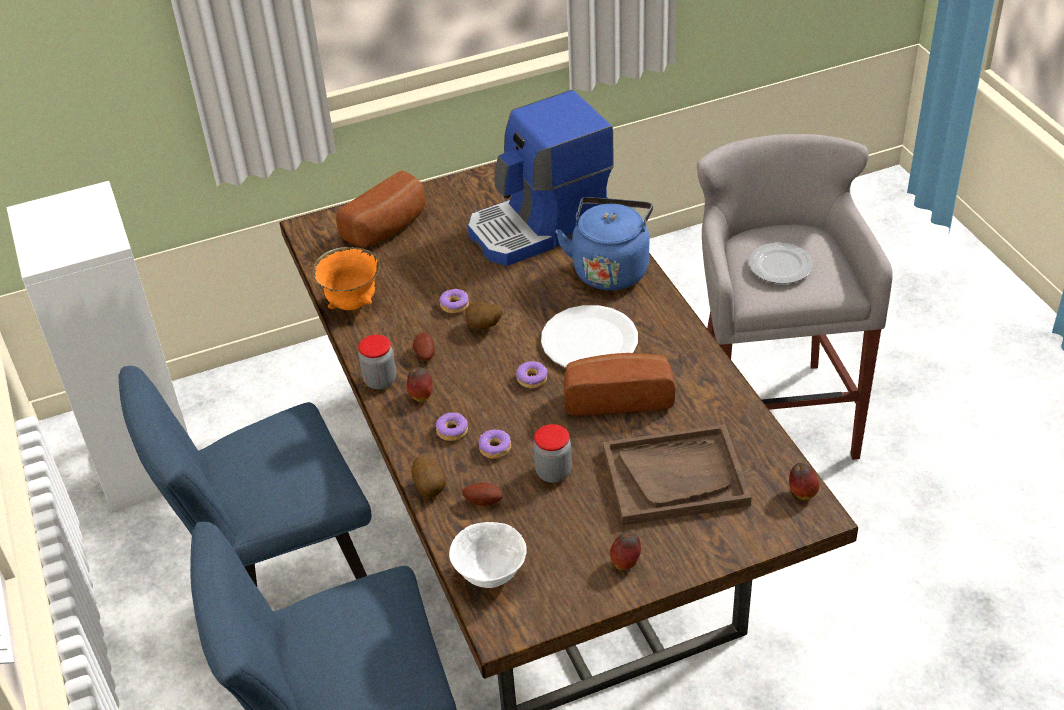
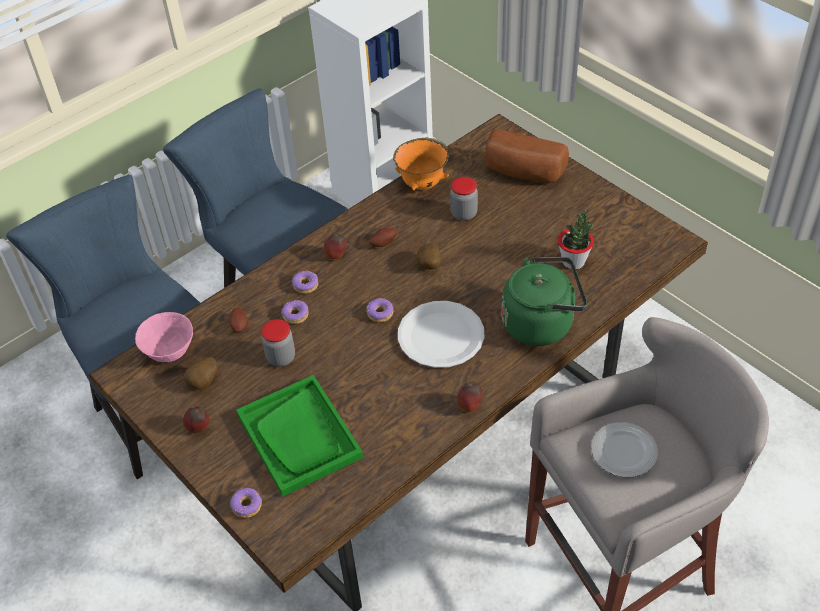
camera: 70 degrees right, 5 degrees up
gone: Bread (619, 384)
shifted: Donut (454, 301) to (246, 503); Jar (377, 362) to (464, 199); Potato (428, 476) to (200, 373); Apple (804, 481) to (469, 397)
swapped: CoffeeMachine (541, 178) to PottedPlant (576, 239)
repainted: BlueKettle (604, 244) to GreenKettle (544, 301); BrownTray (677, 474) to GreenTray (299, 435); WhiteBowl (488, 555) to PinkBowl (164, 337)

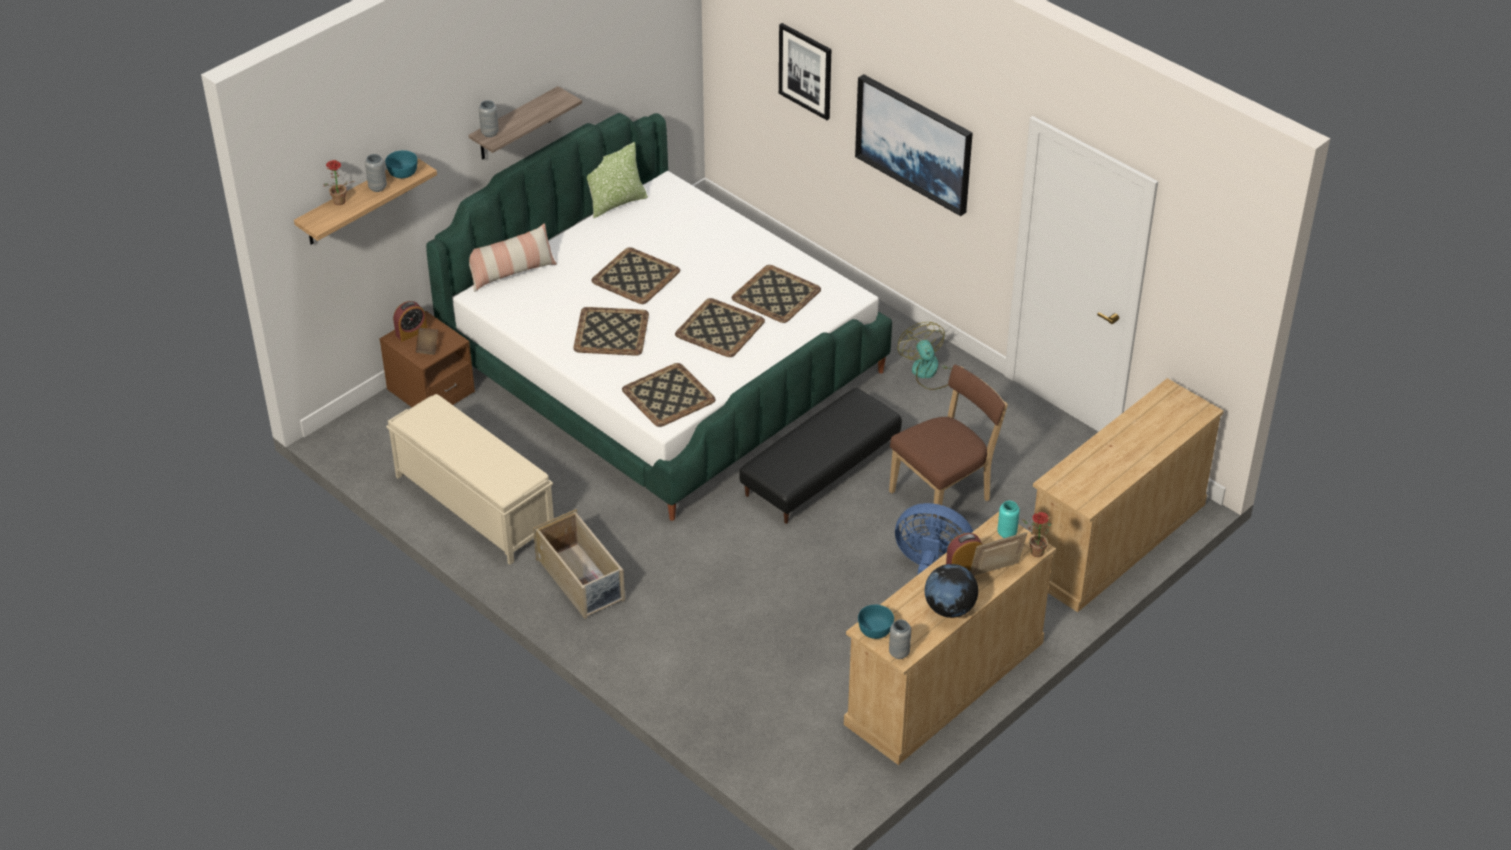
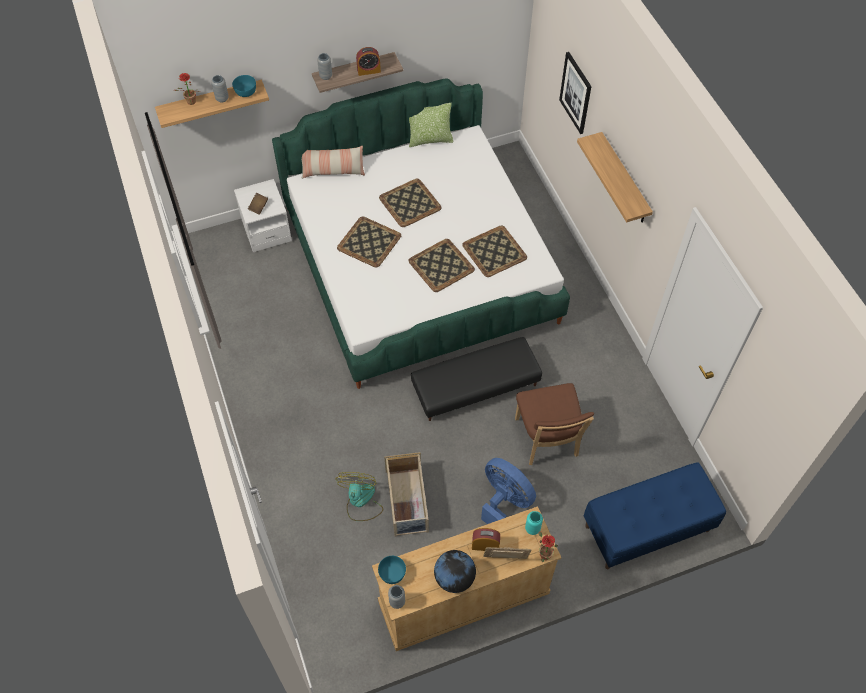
camera: 25 degrees right, 15 degrees up
gone: Tray (668, 395); BeigeBench (470, 479)
shifted: AlarmClock (410, 321) to (368, 61); Fan (925, 356) to (359, 496); BeigeStorageBox (579, 564) to (406, 494)
swapped: Picture (914, 145) to Shelf (615, 177); BeigeDresser (1128, 495) to BlueBench (655, 515)
repainted: BrownNightstand (427, 359) to WhiteNightstand (263, 215)
rotated: BrownChair (948, 442) = (554, 424) 90 degrees clockwise

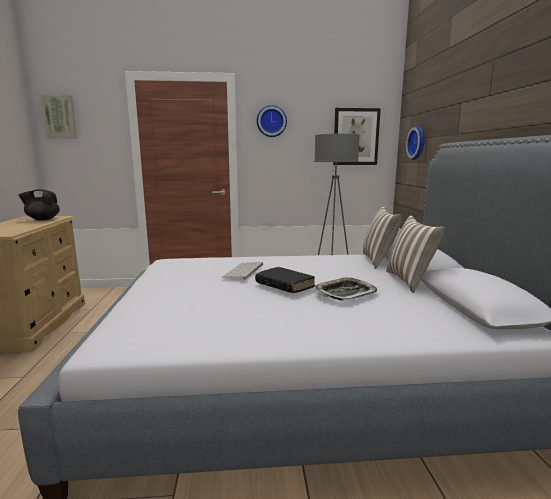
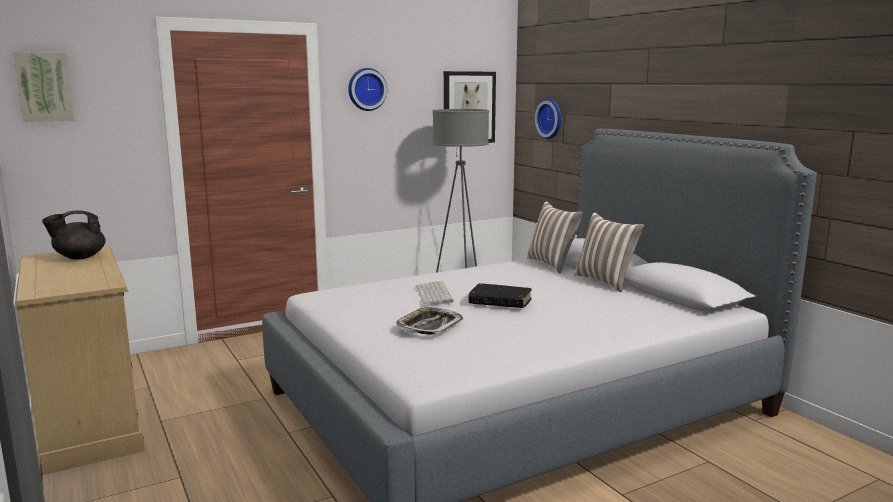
camera: 25 degrees left, 0 degrees up
shifted: Tray (346, 289) to (429, 321)

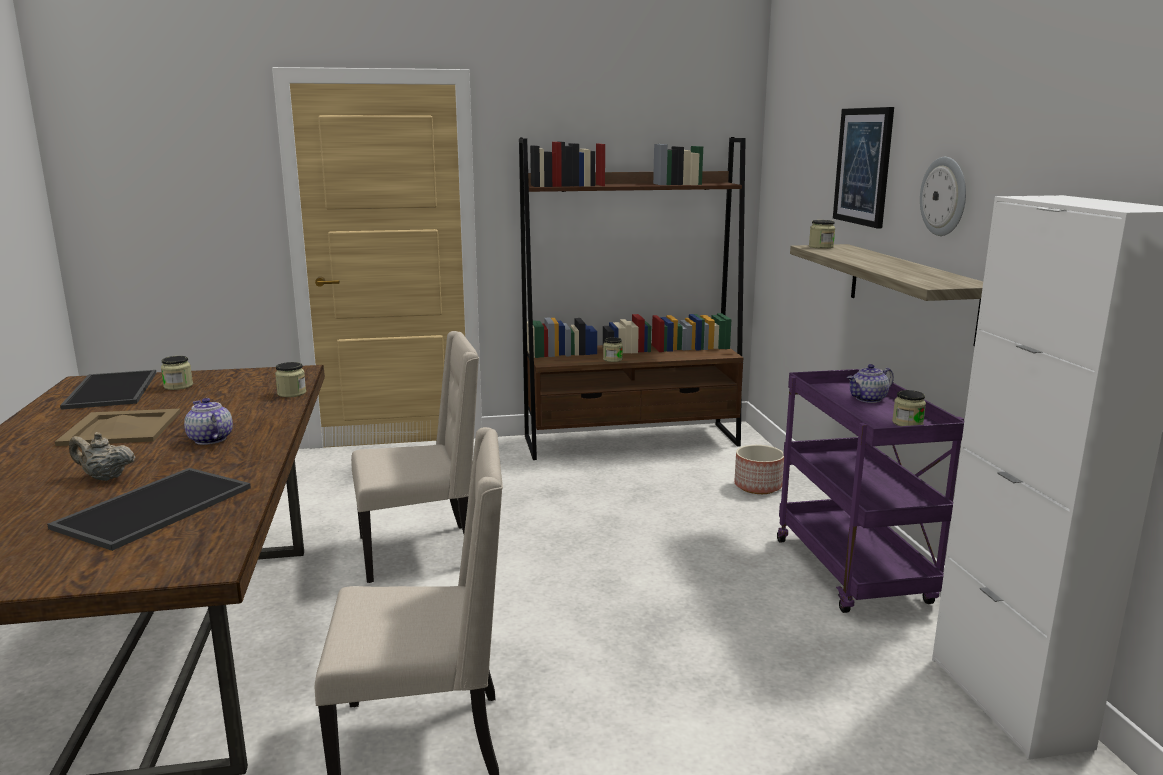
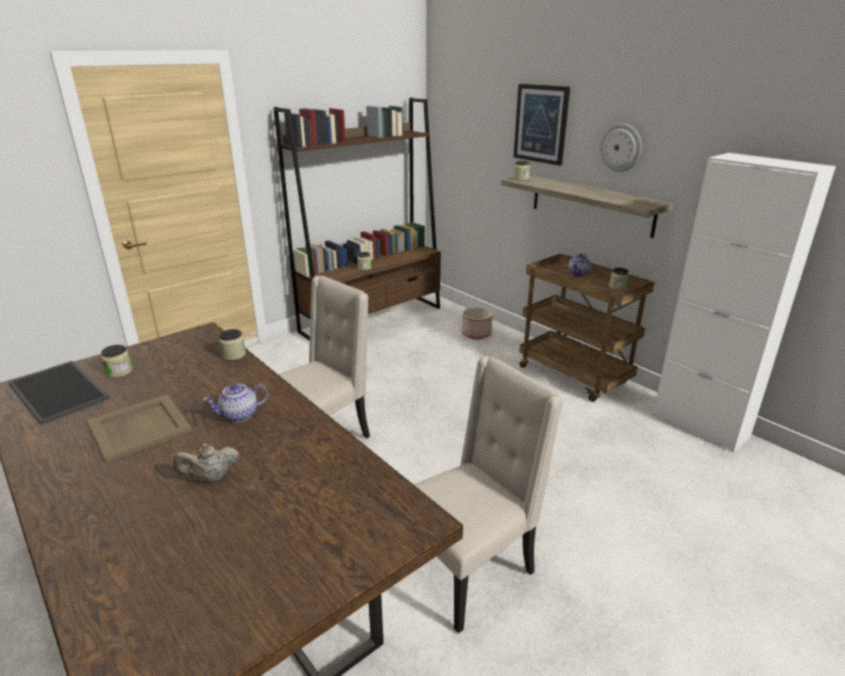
camera: 30 degrees left, 10 degrees up
gone: Tray (149, 509)
repainted: PurpleCart (870, 491) to BrownCart (587, 328)
rotated: Teapot (208, 421) = (236, 402) 45 degrees counterclockwise

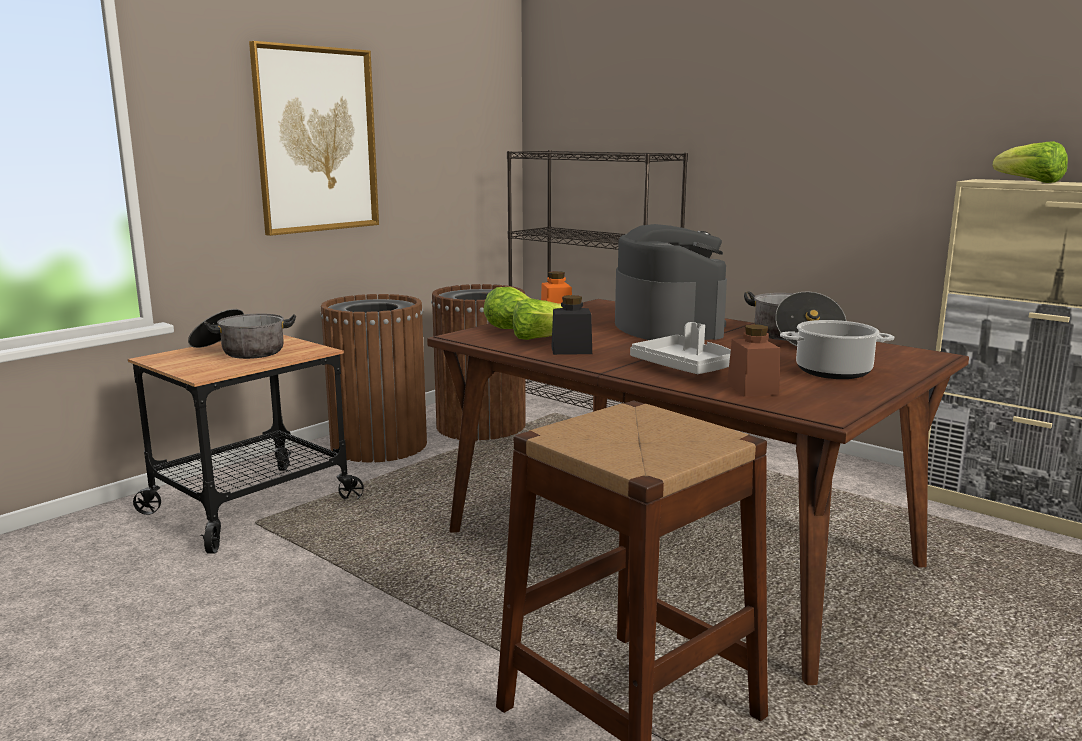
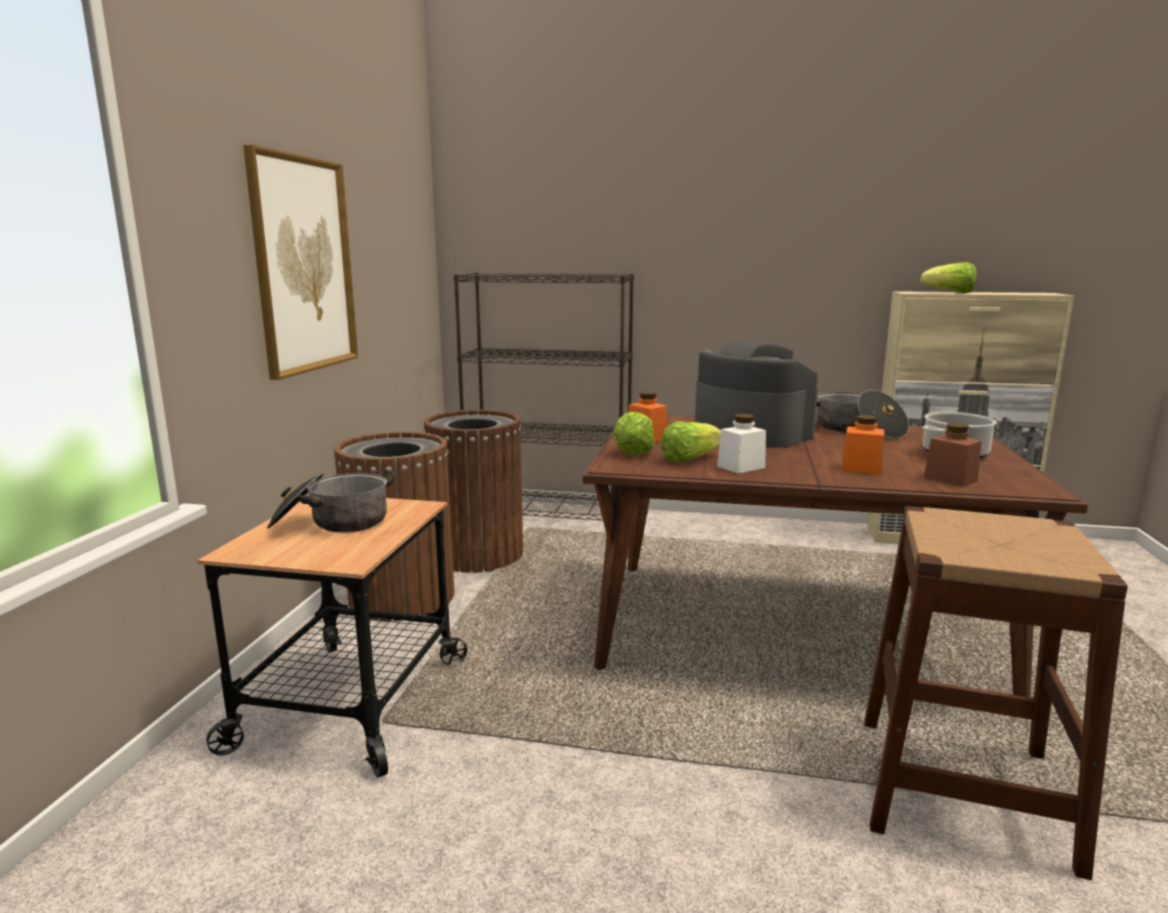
camera: 30 degrees left, 0 degrees up
swapped: GreyTray (680, 348) to OrangeJar (862, 445)
repainted: BlackJar (572, 325) to WhiteJar (741, 444)

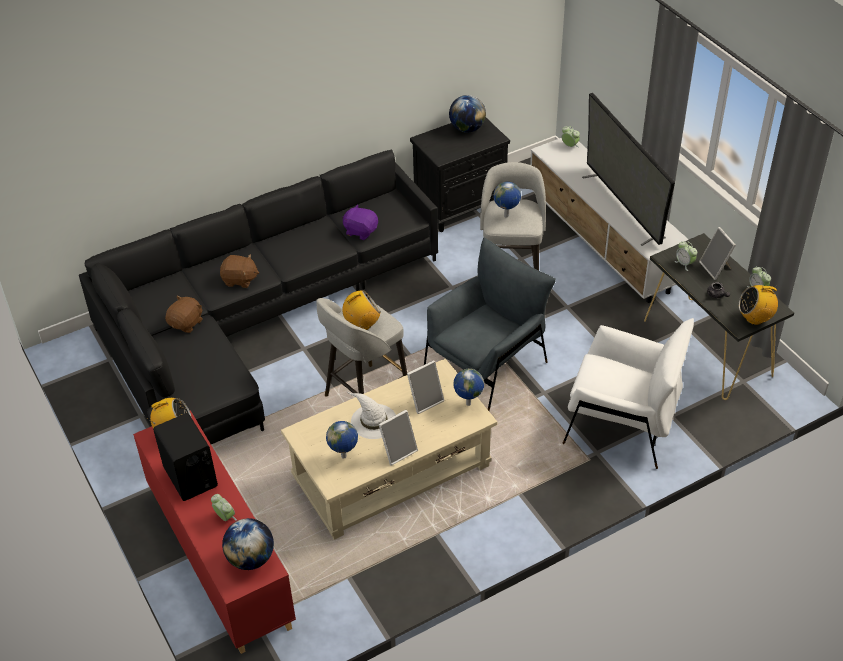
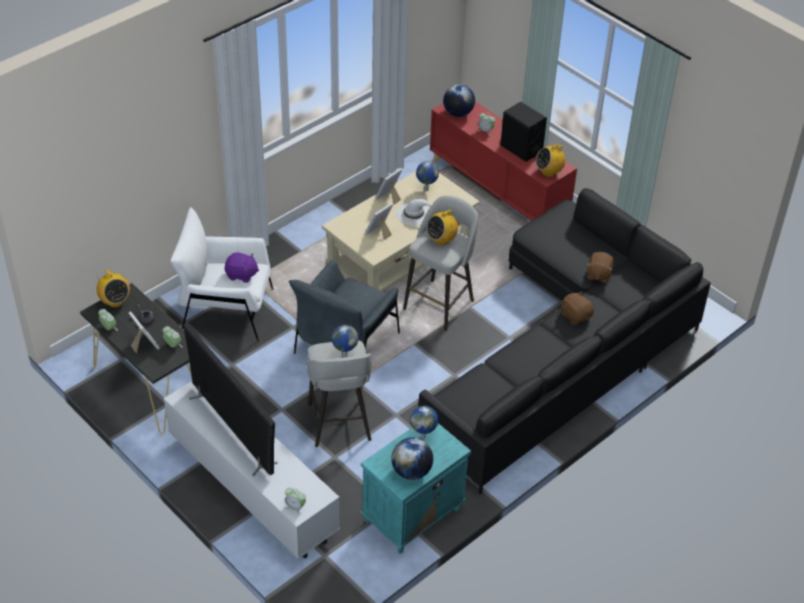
camera: 165 degrees right, 0 degrees up
shifted: PurplePlushToy (360, 222) to (242, 267); Globe (468, 387) to (424, 422)
repainted: BlackNightstand (460, 175) to TurquoiseNightstand (415, 488)
rotated: BrownPlushToy (239, 271) = (577, 308) 60 degrees clockwise; Radio (758, 304) = (113, 288) 75 degrees clockwise

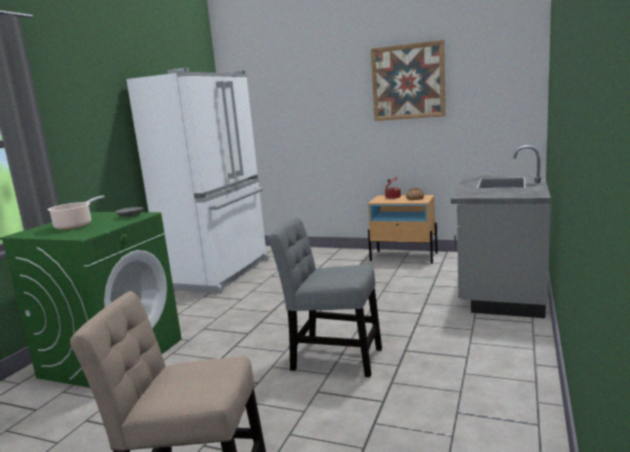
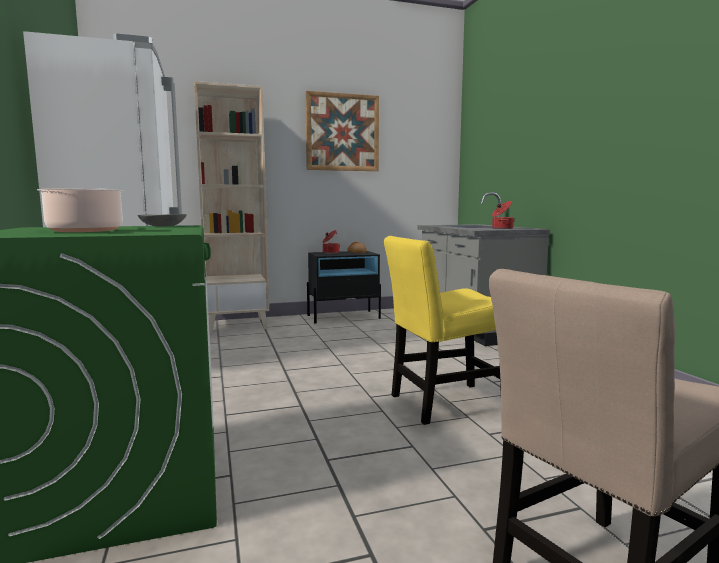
camera: 40 degrees left, 5 degrees down
new: BeigeBookcase (231, 207); CookingPot (503, 215)
repainted: BeigeNightstand (403, 229) to BlackNightstand (344, 287); GreyChair (325, 297) to YellowChair (442, 330)

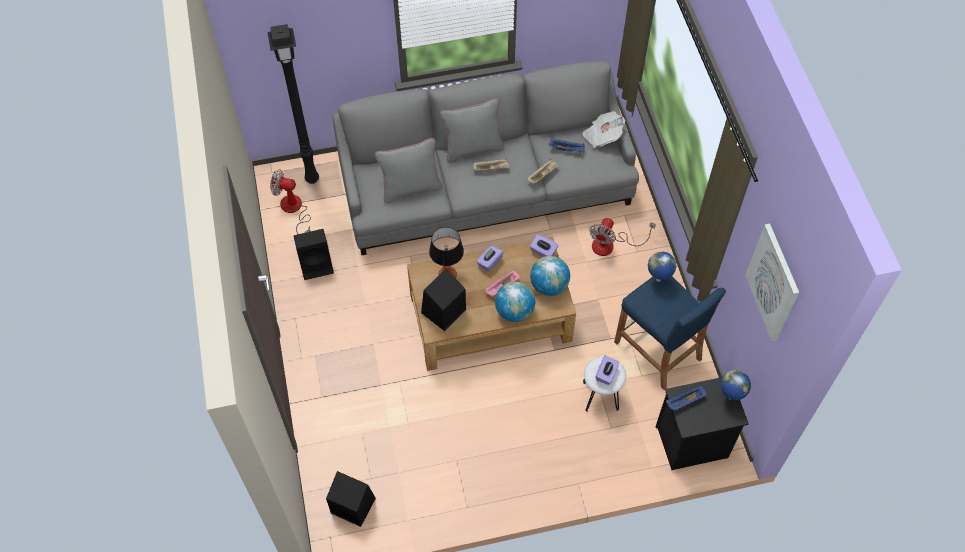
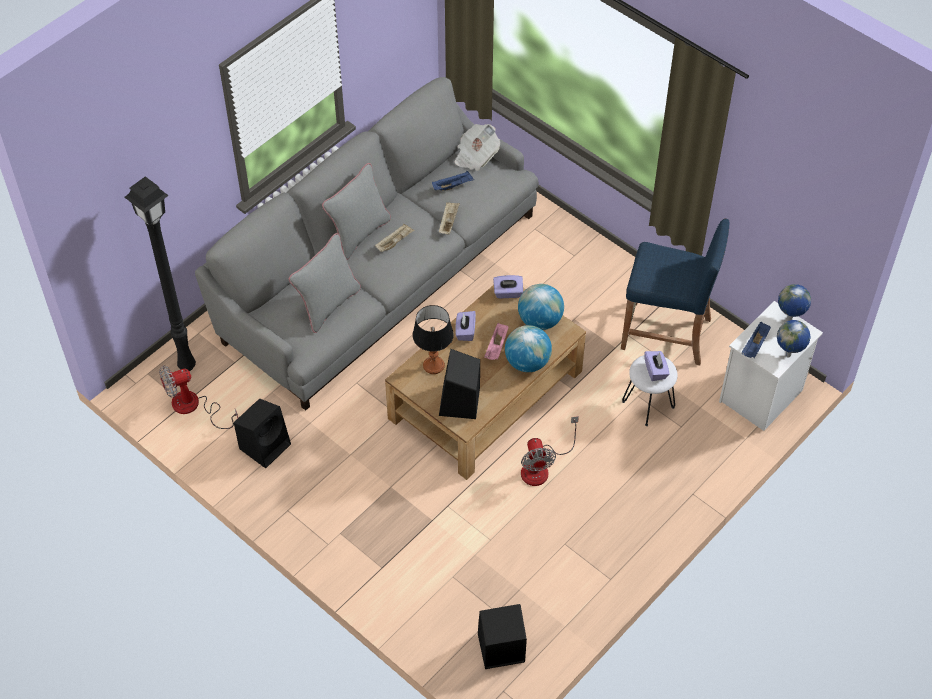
camera: 35 degrees left, 5 degrees down
gone: Picture (772, 282)
shifted: Fan (622, 237) to (550, 451); Globe (662, 267) to (794, 338)
repainted: BlackNightstand (702, 423) to WhiteNightstand (771, 366)

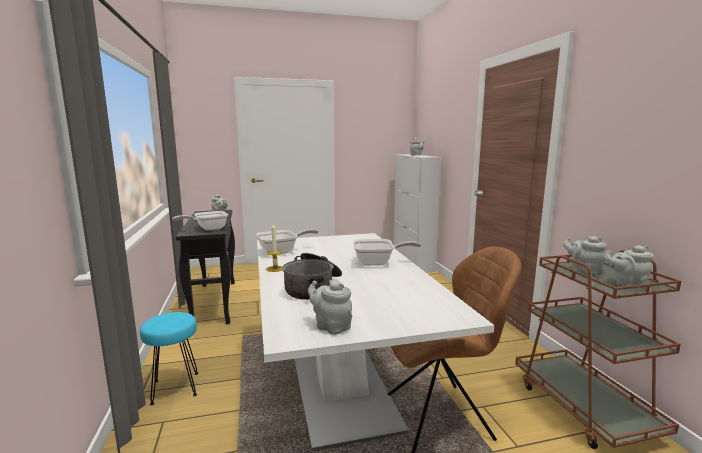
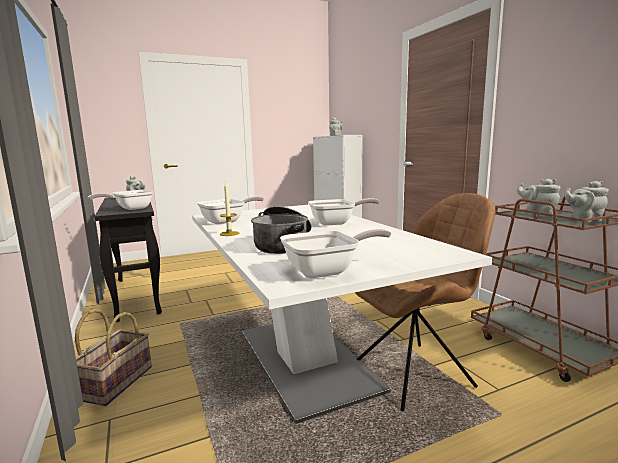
camera: 10 degrees left, 0 degrees up
swapped: GreyTeapot (330, 307) to FryingPan (335, 253); TurquoiseStool (169, 358) to Basket (113, 357)

